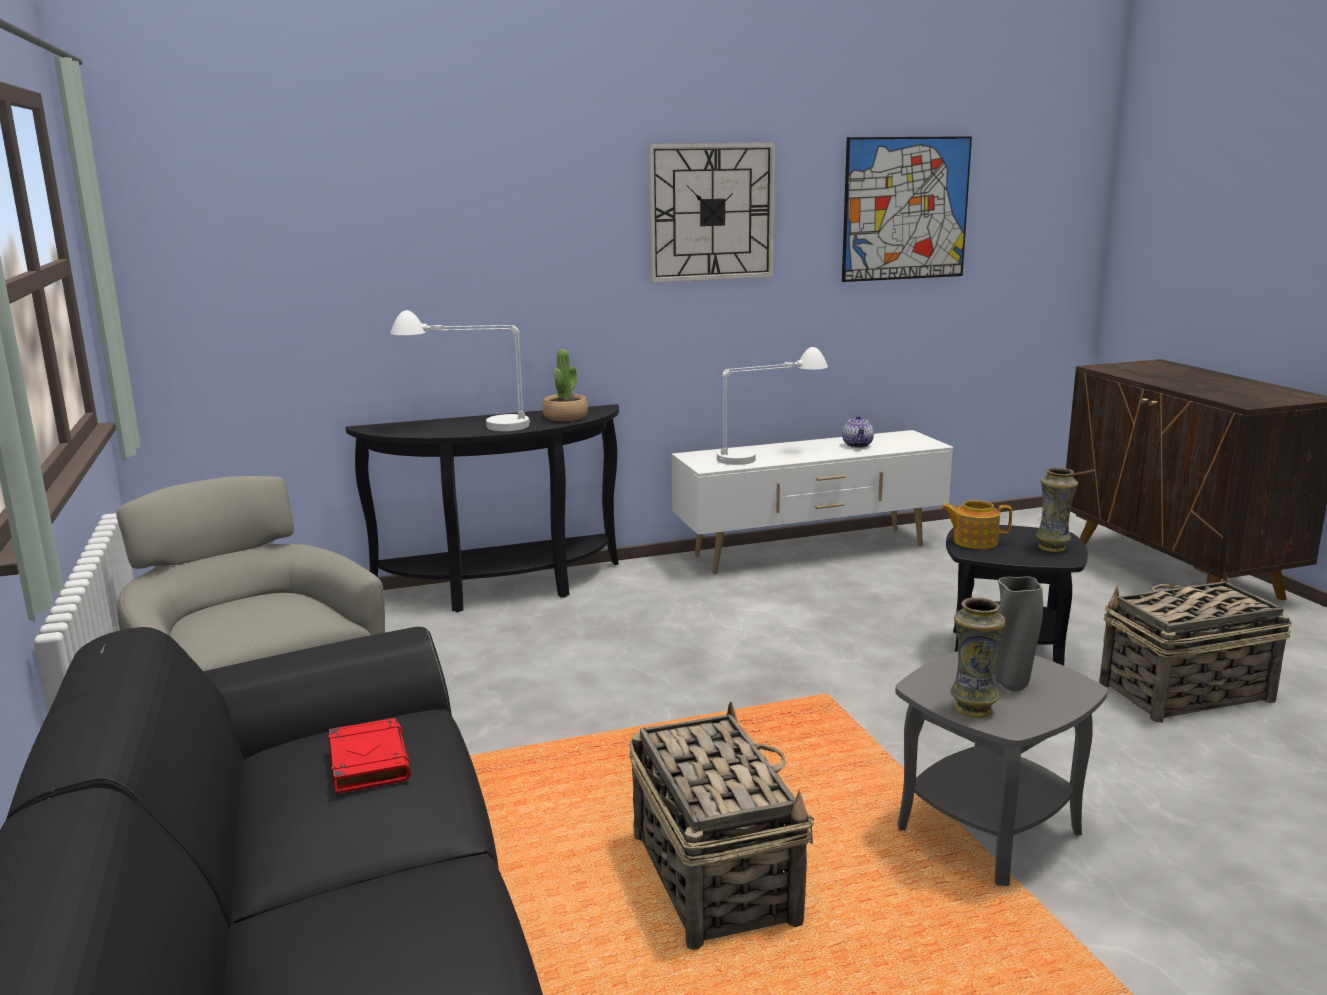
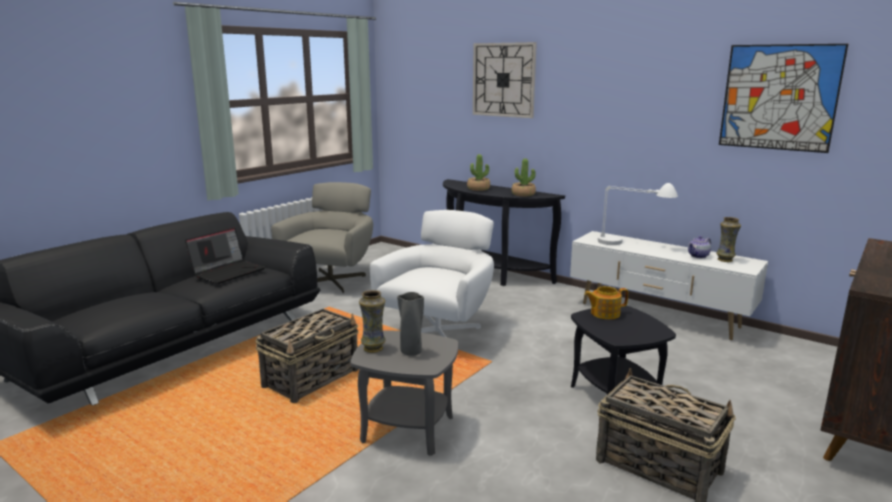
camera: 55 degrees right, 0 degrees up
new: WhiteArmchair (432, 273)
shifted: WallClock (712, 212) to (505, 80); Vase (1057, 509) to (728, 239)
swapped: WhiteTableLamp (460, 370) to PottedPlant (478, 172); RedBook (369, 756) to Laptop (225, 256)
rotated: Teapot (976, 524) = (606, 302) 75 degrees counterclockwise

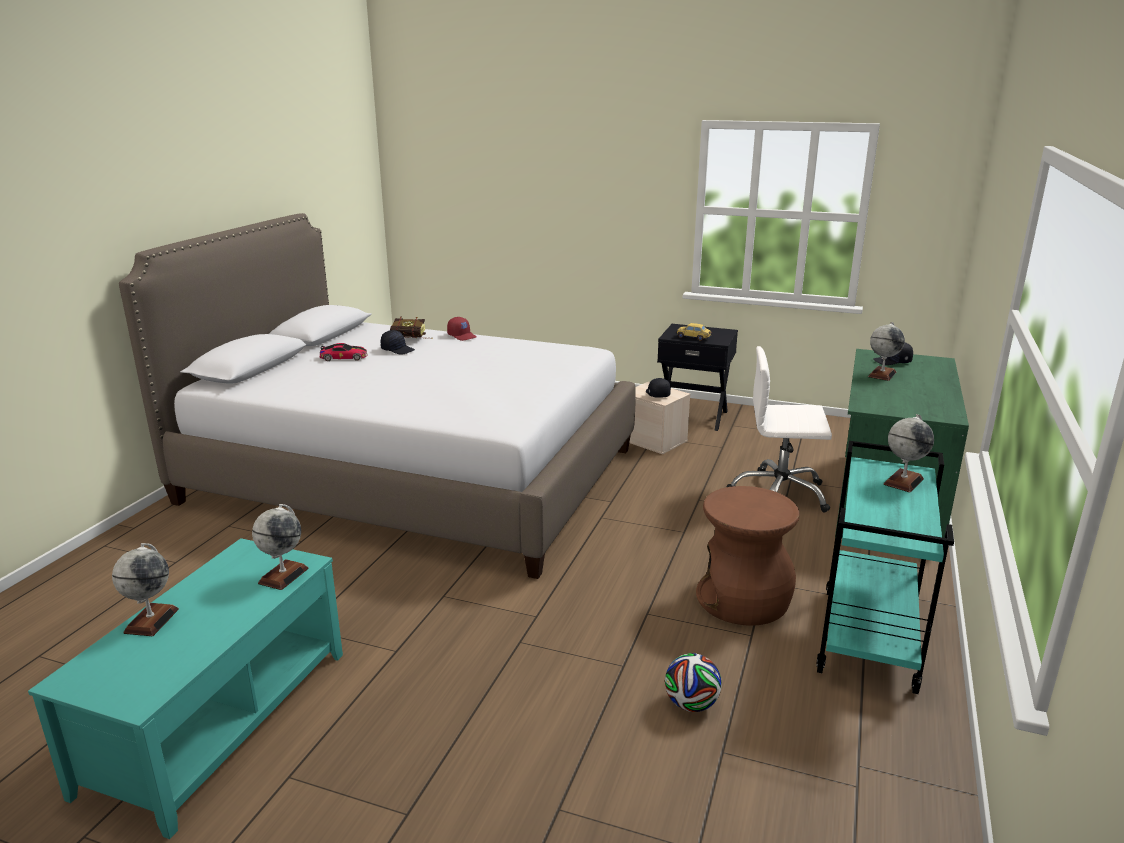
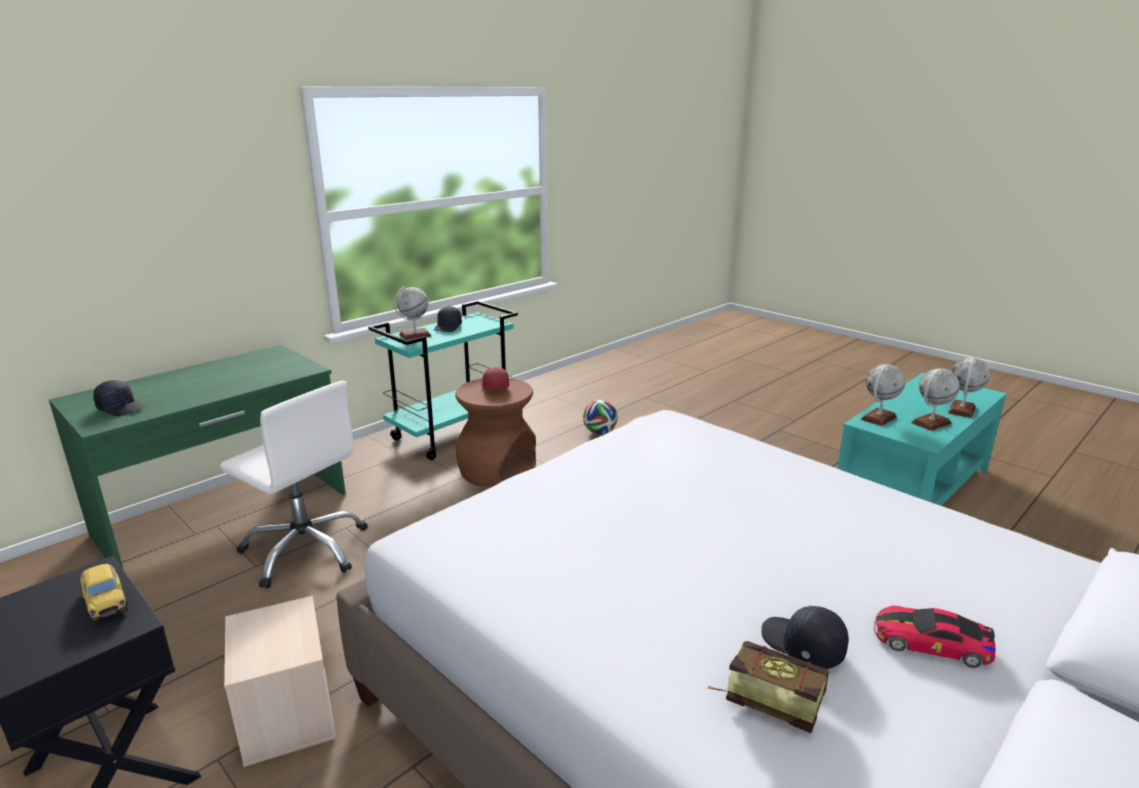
camera: 155 degrees left, 0 degrees up
shifted: RedCap (461, 329) to (495, 379); Globe (886, 351) to (935, 399); BlackCap (658, 388) to (448, 319)

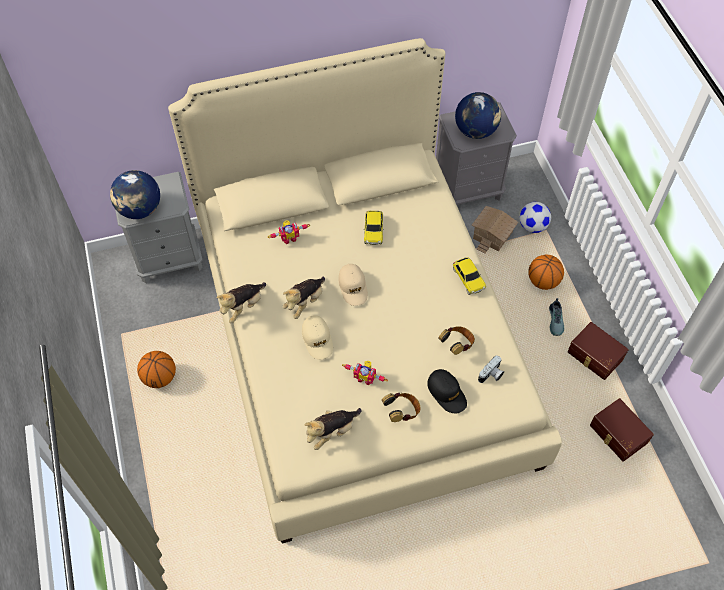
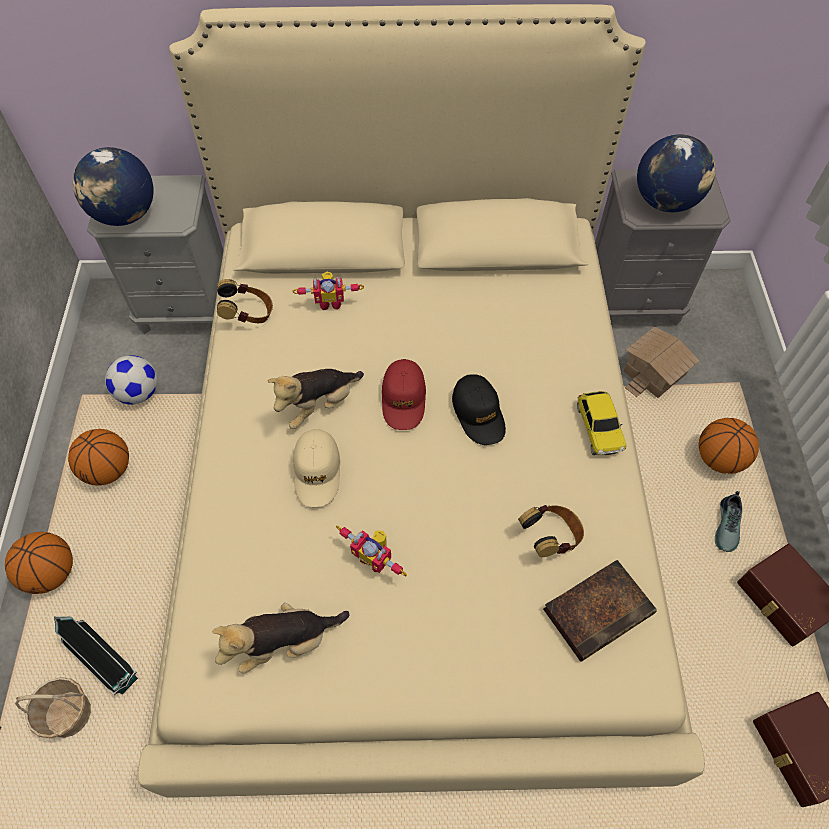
camera: 15 degrees right, 0 degrees up
gone: ToyCar (374, 228); PlushToy (241, 302)
new: Basketball (39, 563); ToyHouse (96, 655); Basket (53, 707)
shifted: Football (535, 217) to (131, 379); BlackCap (447, 391) to (479, 409); Headphones (401, 407) to (245, 301)
swapped: PhotoCamera (491, 369) to Book (600, 611)
repainted: BeigeCap (353, 285) to RedCap (404, 394)

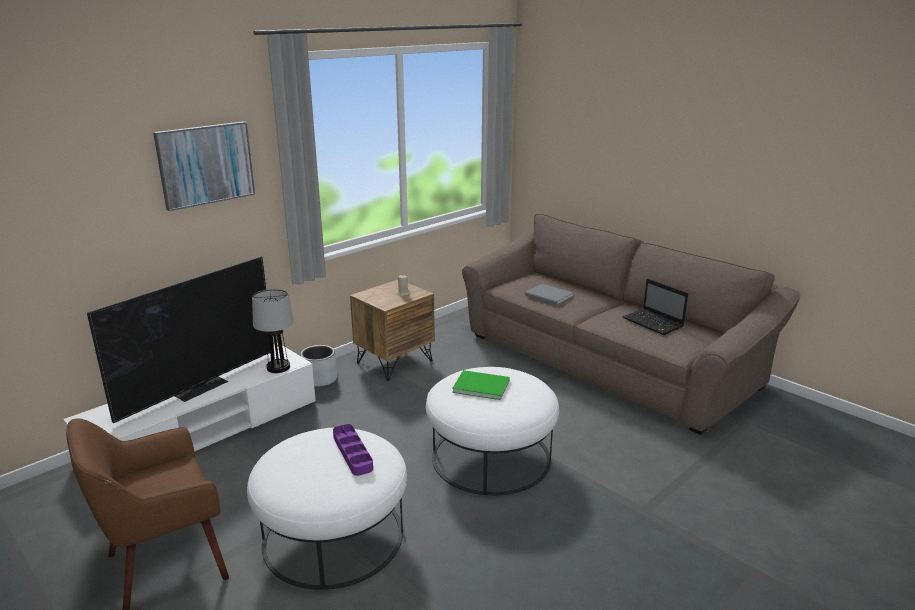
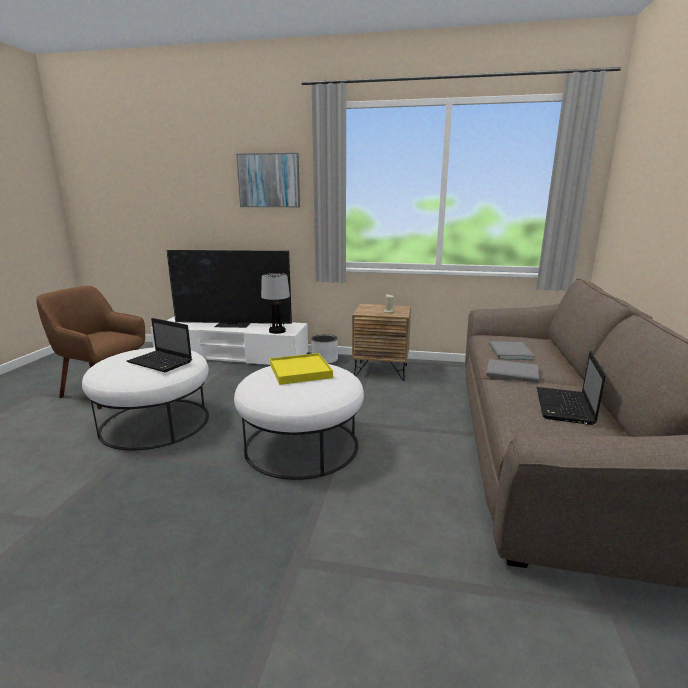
camera: 55 degrees right, 5 degrees down
new: GreyBook (512, 371)
swapped: GreenBook (481, 385) to YellowTray (301, 369); PurpleTray (353, 450) to Laptop (159, 345)

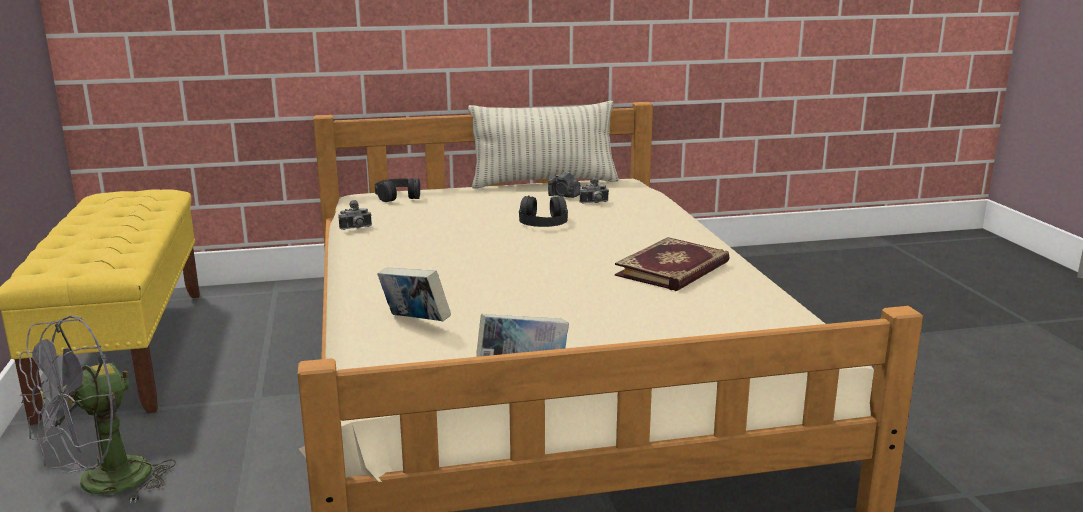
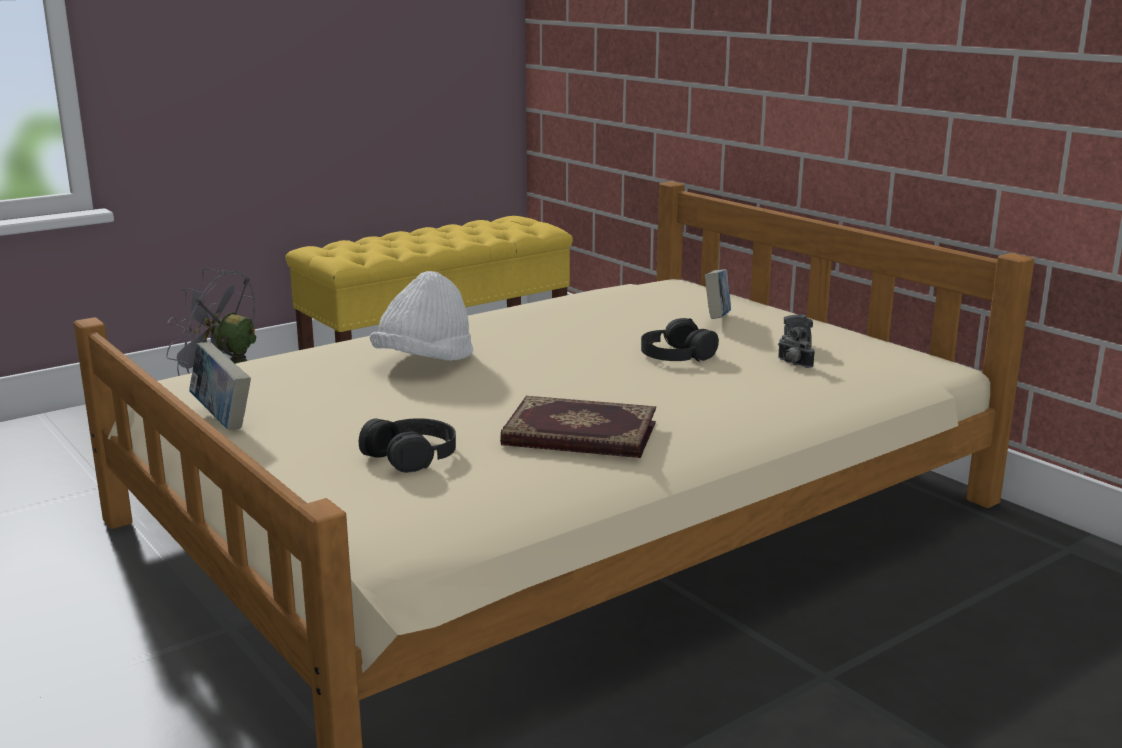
camera: 65 degrees right, 0 degrees up
gone: Pillow (543, 145); PhotoCamera (355, 215)
new: WhiteHat (421, 316)
shifted: BlackHeadphones (397, 190) to (407, 445); Book (414, 294) to (718, 294)

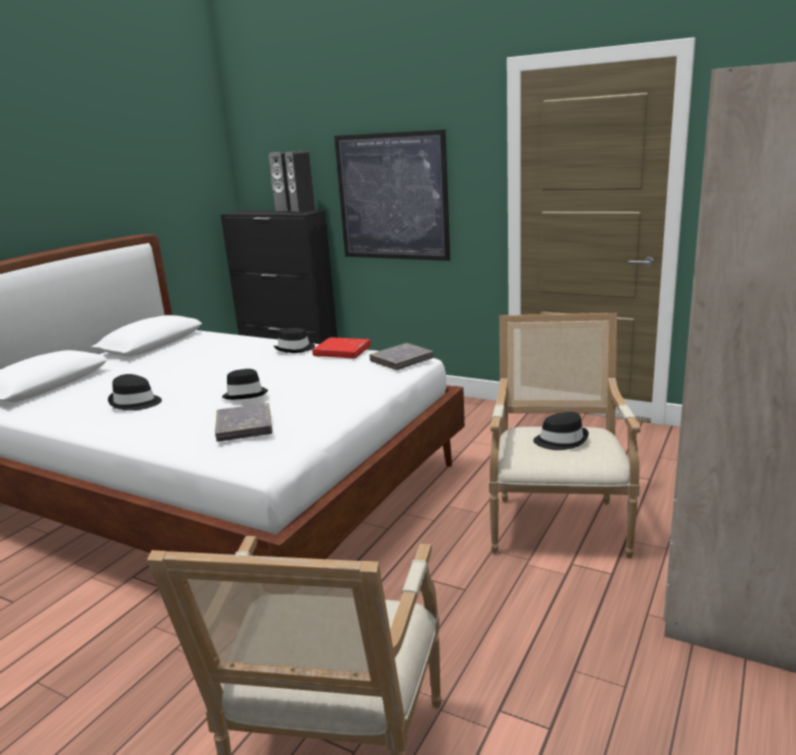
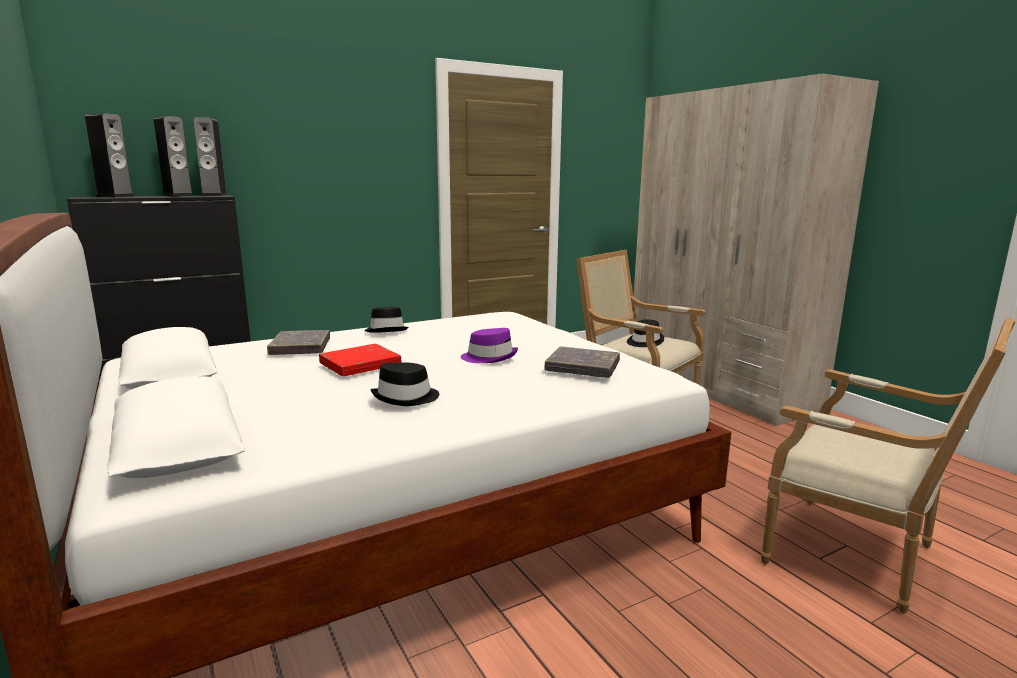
camera: 60 degrees left, 5 degrees down
gone: Picture (392, 195)
new: Speaker (110, 155)
shifted: RedBook (341, 347) to (360, 360); GreyBook (401, 356) to (298, 342)
repainted: BlackHat (245, 384) to PurpleHat (489, 345)

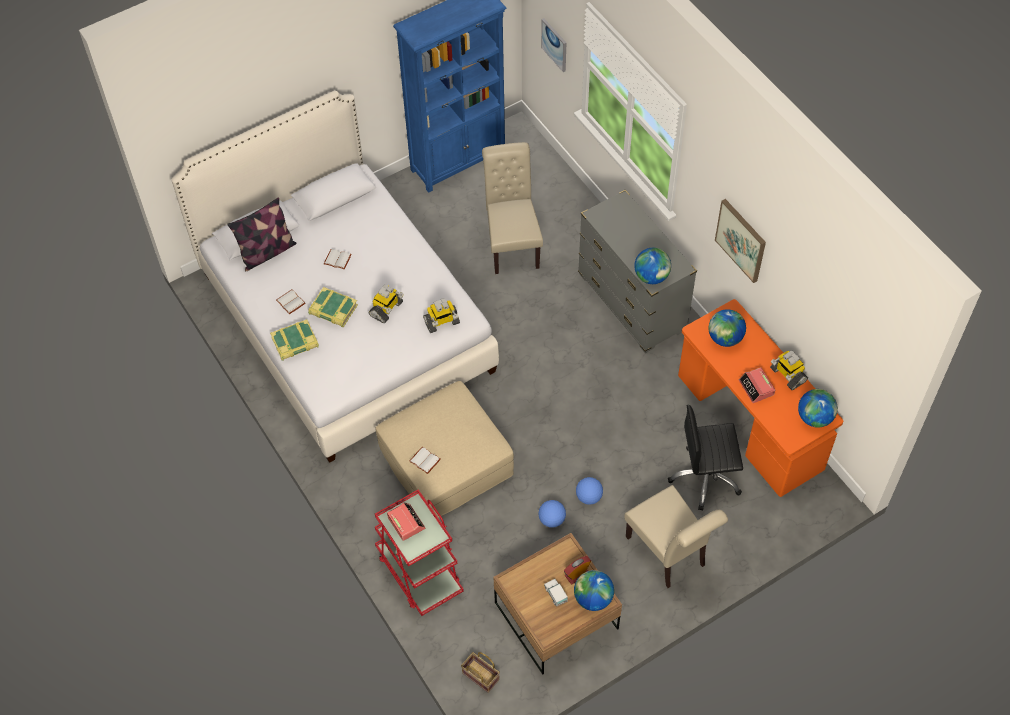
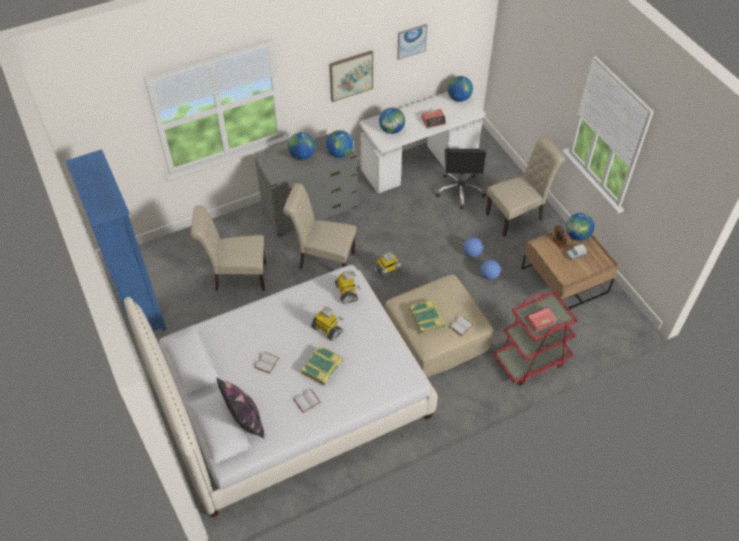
camera: 85 degrees left, 5 degrees down
gone: Basket (480, 672)
new: Globe (301, 146); BeigeChair (320, 226)
shifted: Picture (553, 45) to (412, 42); Book (294, 340) to (427, 317); ToyRobot (789, 370) to (387, 265)
repainted: OrangeDesk (760, 398) to WhiteDesk (422, 143)

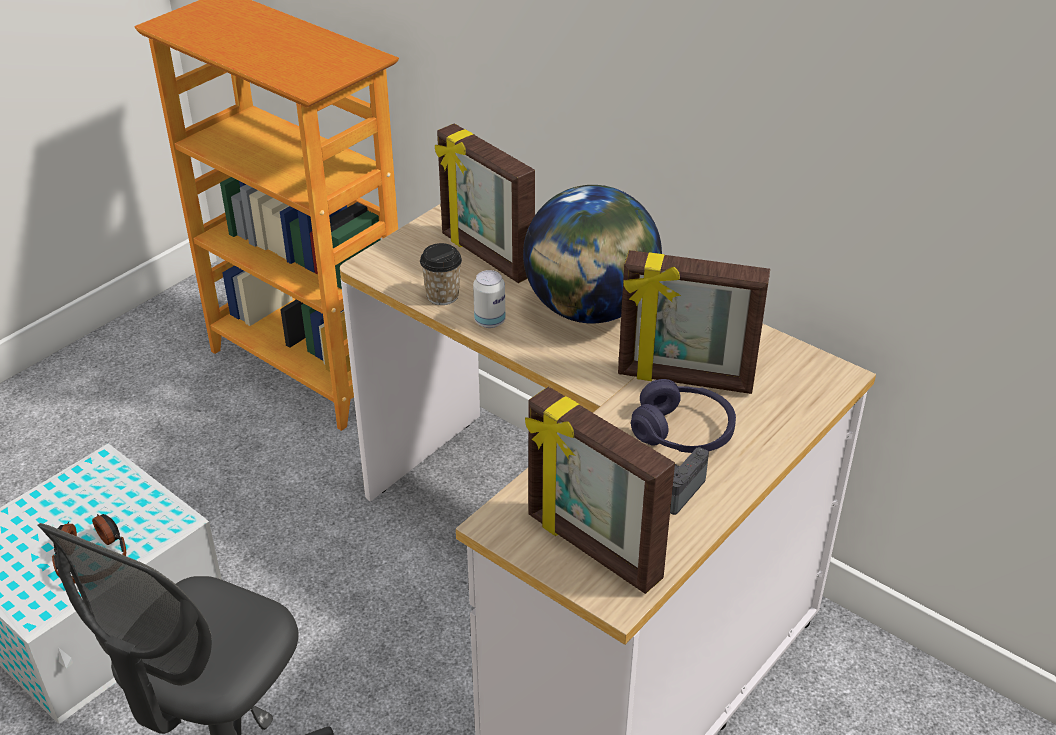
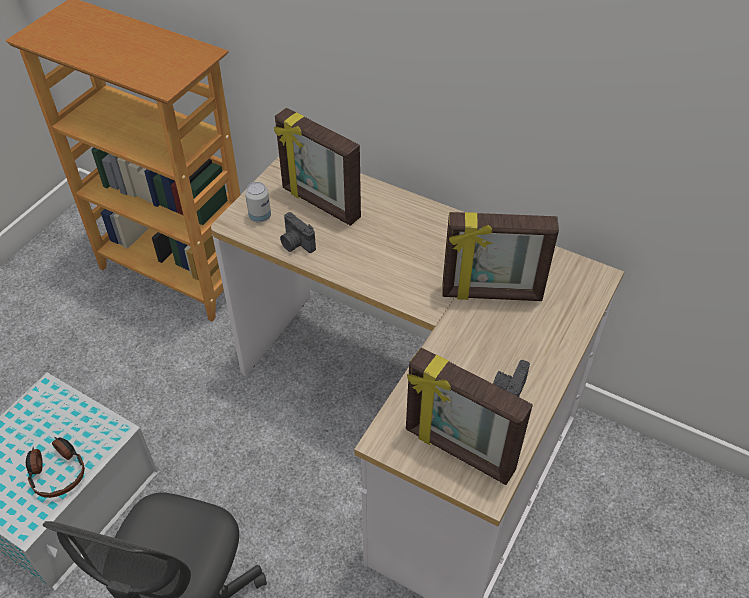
camera: 10 degrees left, 10 degrees up
gone: Globe (592, 254); PurpleHeadphones (683, 416)
shifted: Can (489, 299) to (258, 202)
swapped: Cup (441, 274) to PhotoCamera (298, 232)

